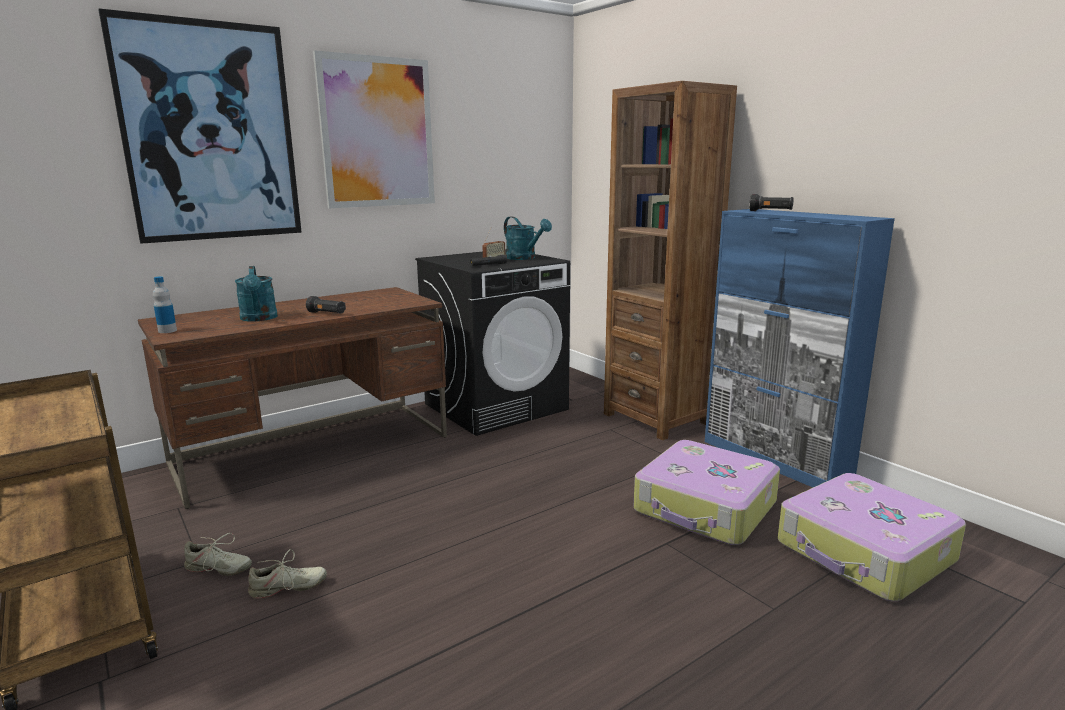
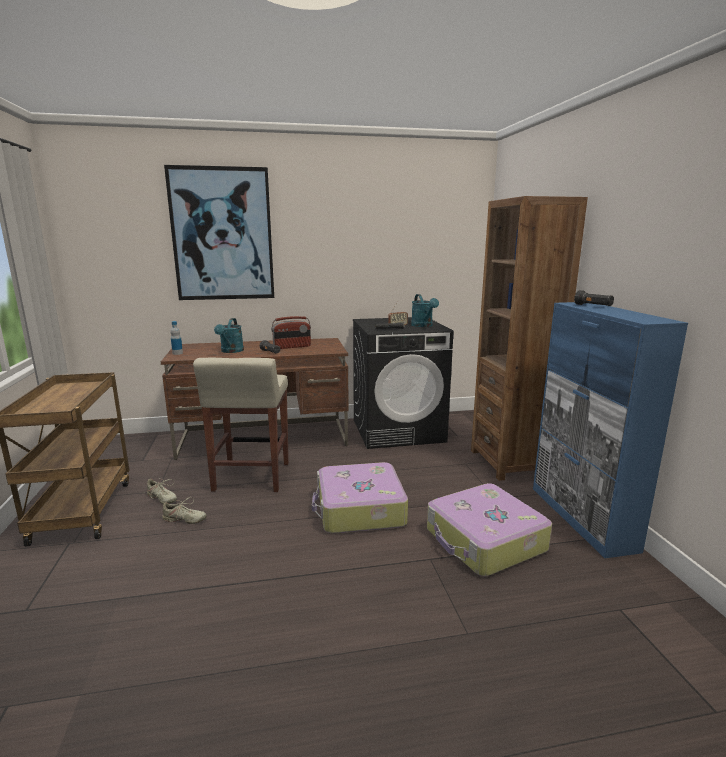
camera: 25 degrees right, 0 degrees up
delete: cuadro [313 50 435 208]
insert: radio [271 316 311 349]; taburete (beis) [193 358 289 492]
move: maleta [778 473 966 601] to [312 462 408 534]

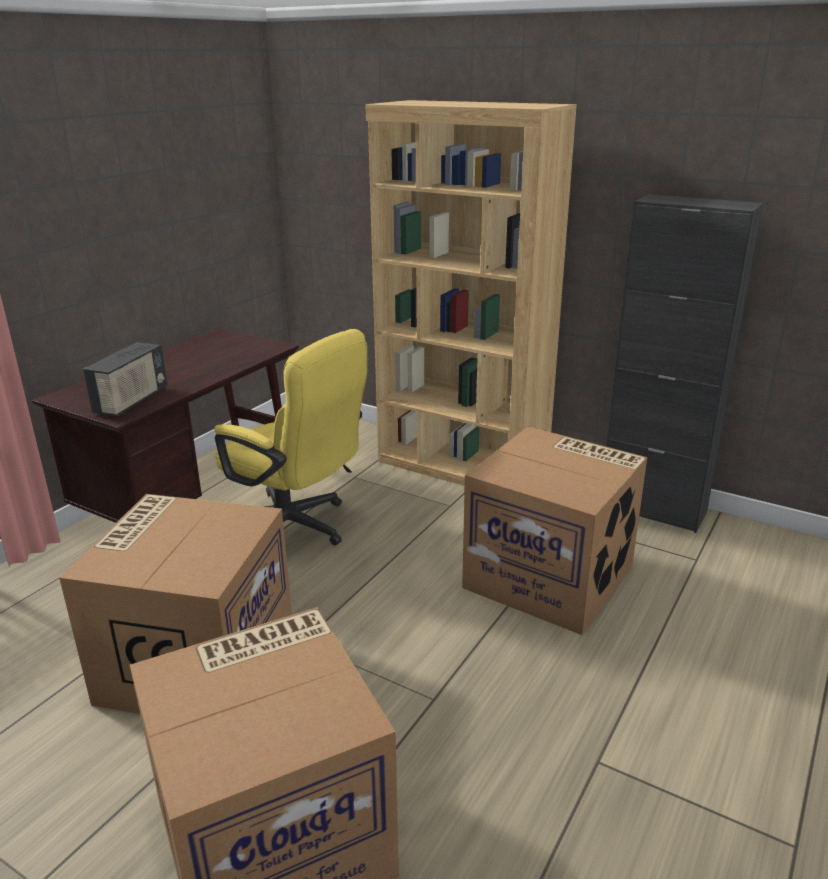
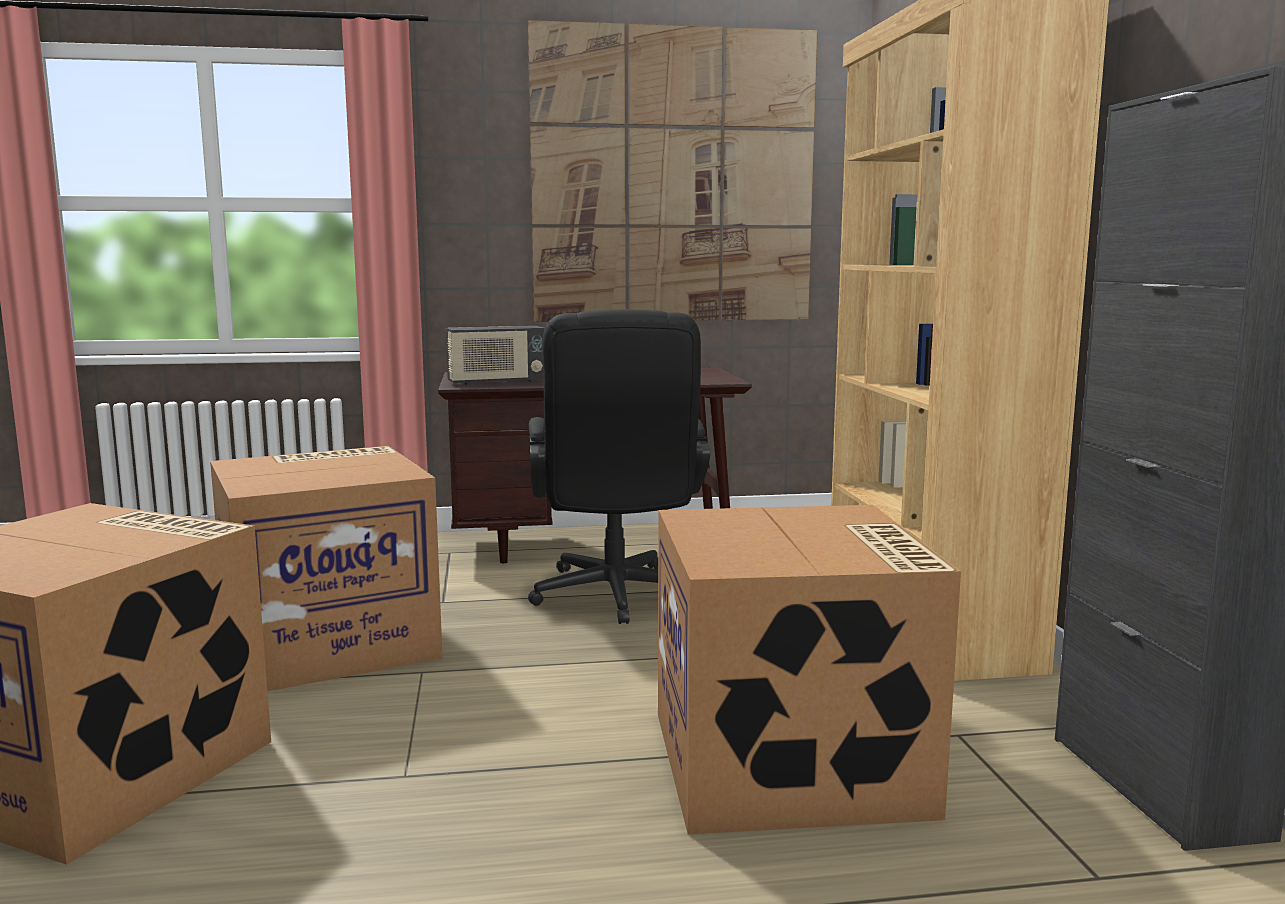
camera: 50 degrees right, 15 degrees down
insert: cuadro [528 20 818 322]
recolor: silla de oficina (amarillo) [215 329 367 545] to silla de oficina (negro) [528 309 710 624]

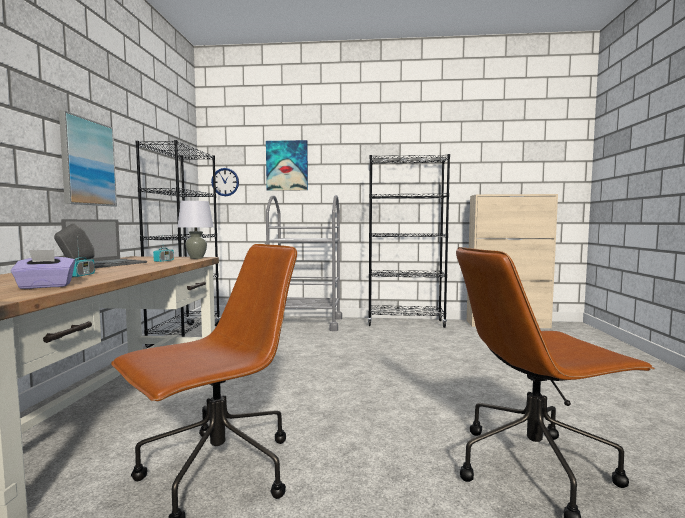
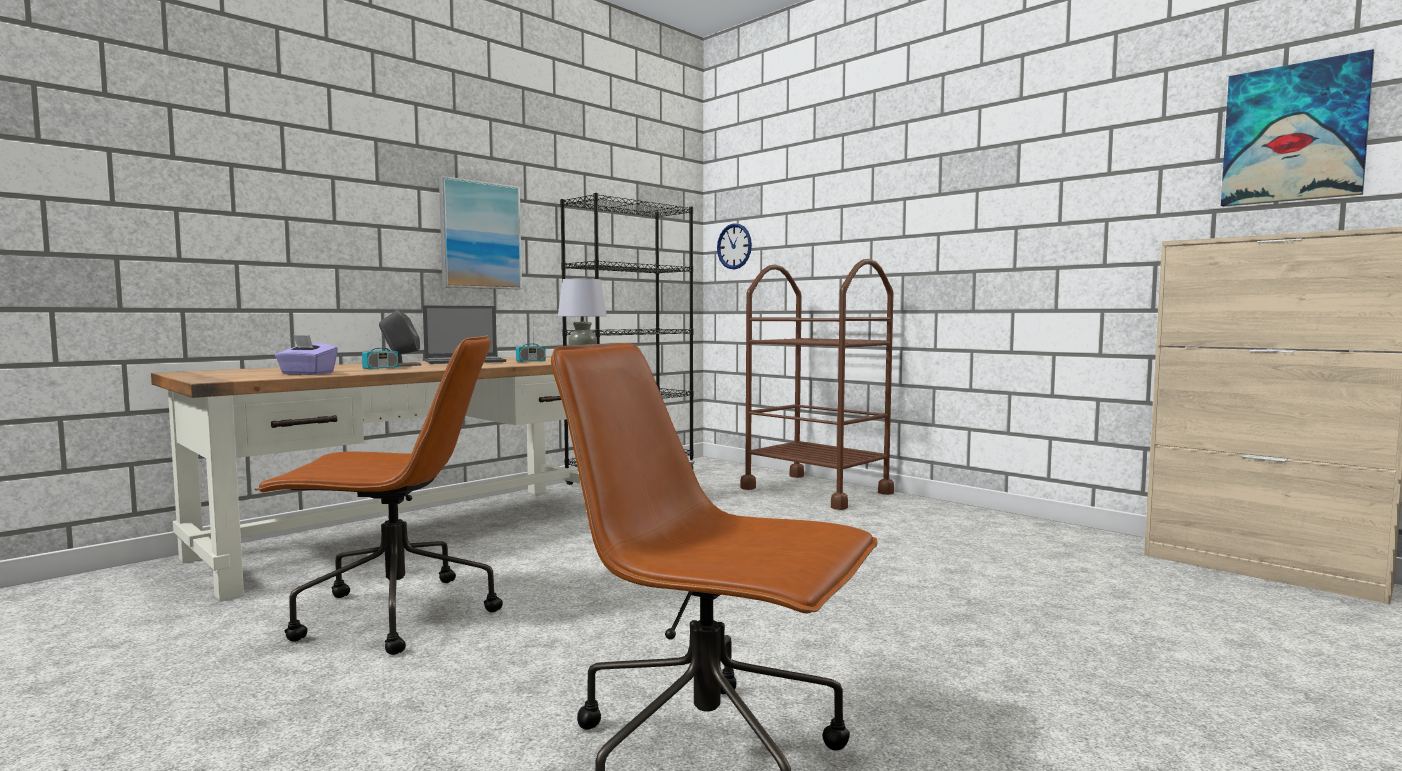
camera: 40 degrees right, 0 degrees up
delete: estantería (negro) [368 154 450 328]
move: cuadro [266 140 308 191] to [1221 49 1374 207]
recolor: carrito (gris) [266 195 342 331] to carrito (marrón) [740 259 894 510]

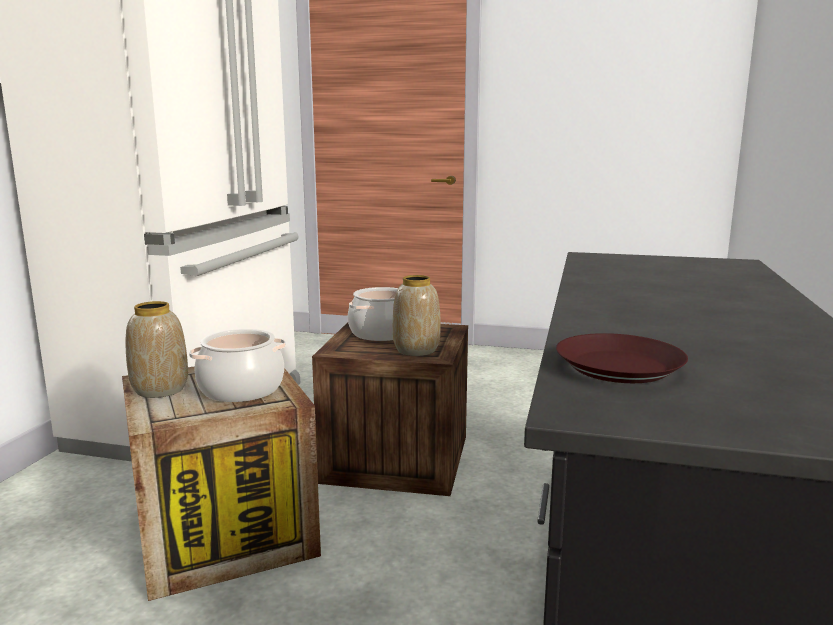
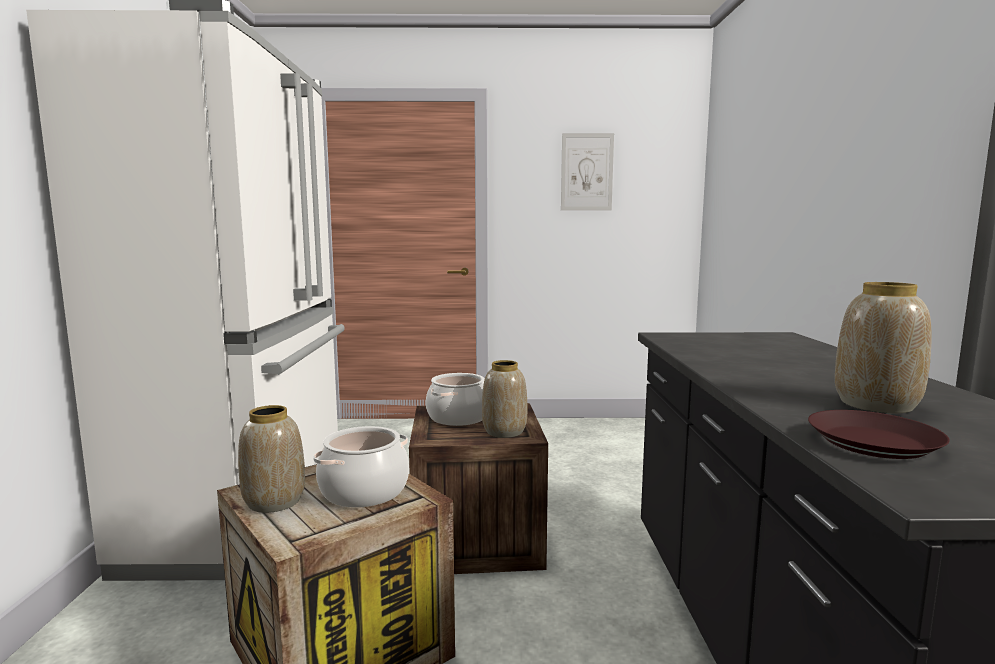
camera: 15 degrees left, 5 degrees down
insert: cuadro [561 133 614 211]; florero [835 282 932 414]

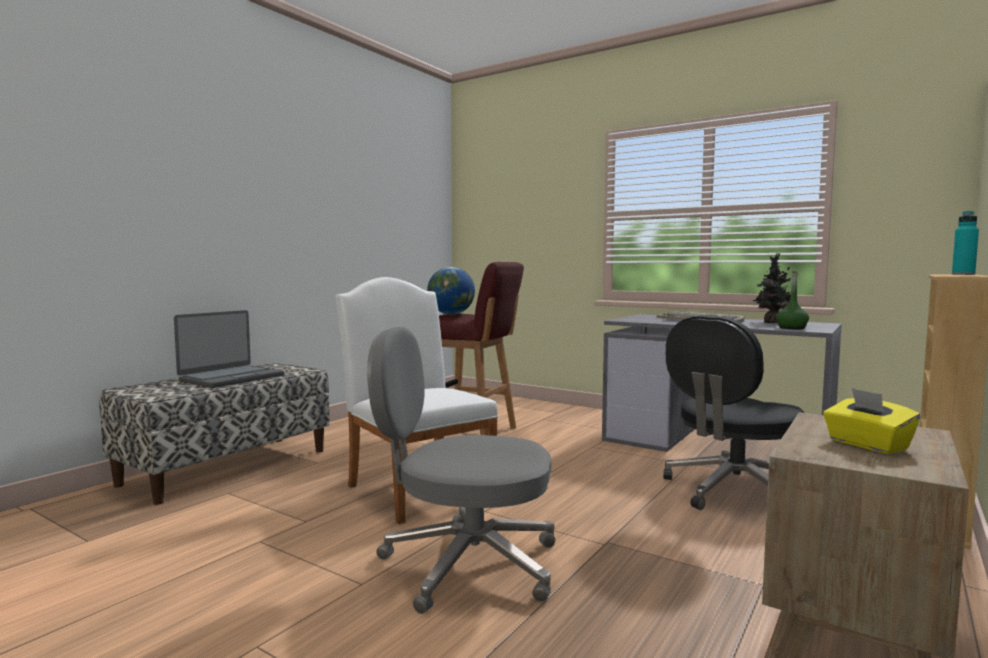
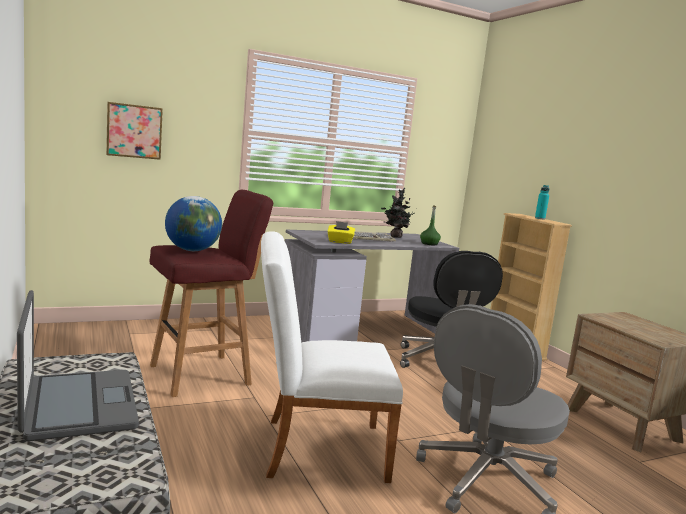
camera: 60 degrees left, 5 degrees up
insert: cuadro [106 102 163 160]
move: caja de pañuelos (amarillo) [823 388 920 454] to [327 221 355 244]

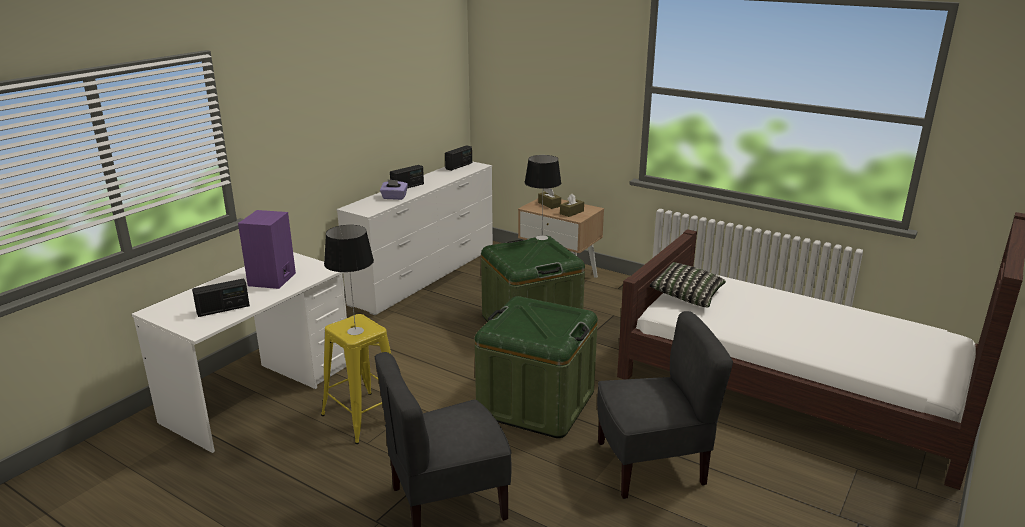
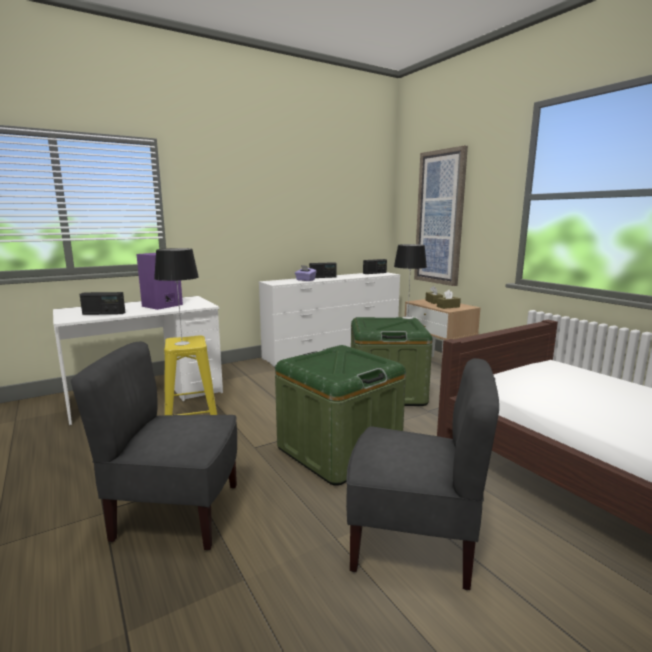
camera: 25 degrees right, 10 degrees down
delete: cojín [650 262 726 307]
insert: cuadro [414 145 468 286]

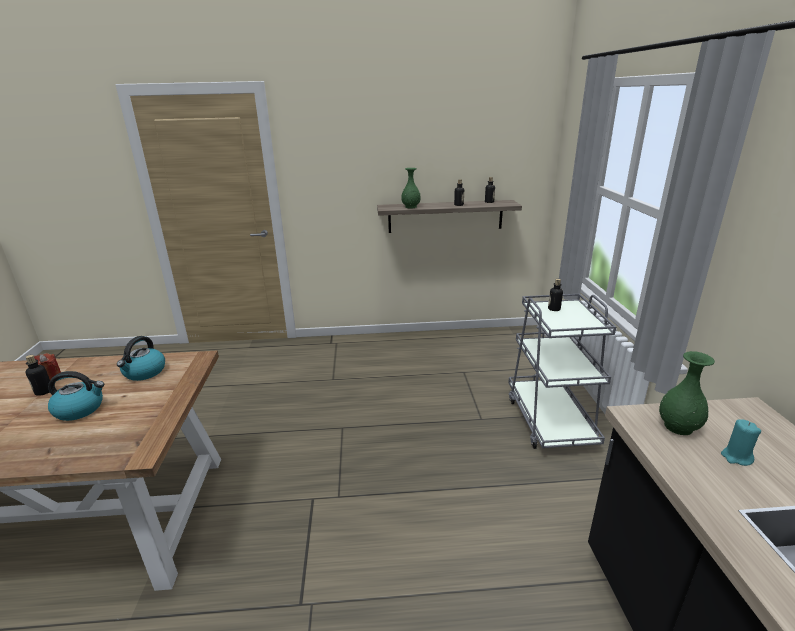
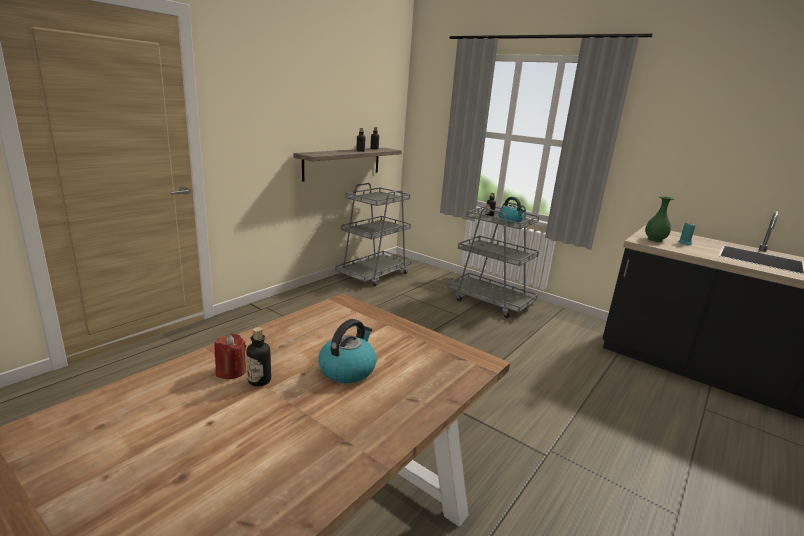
camera: 50 degrees left, 5 degrees down
delete: florero (verde) [401 168 421 208]
insert: carrito (gris) [335 183 412 287]
move: hervidor [117 336 165 381] to [498 197 525 223]

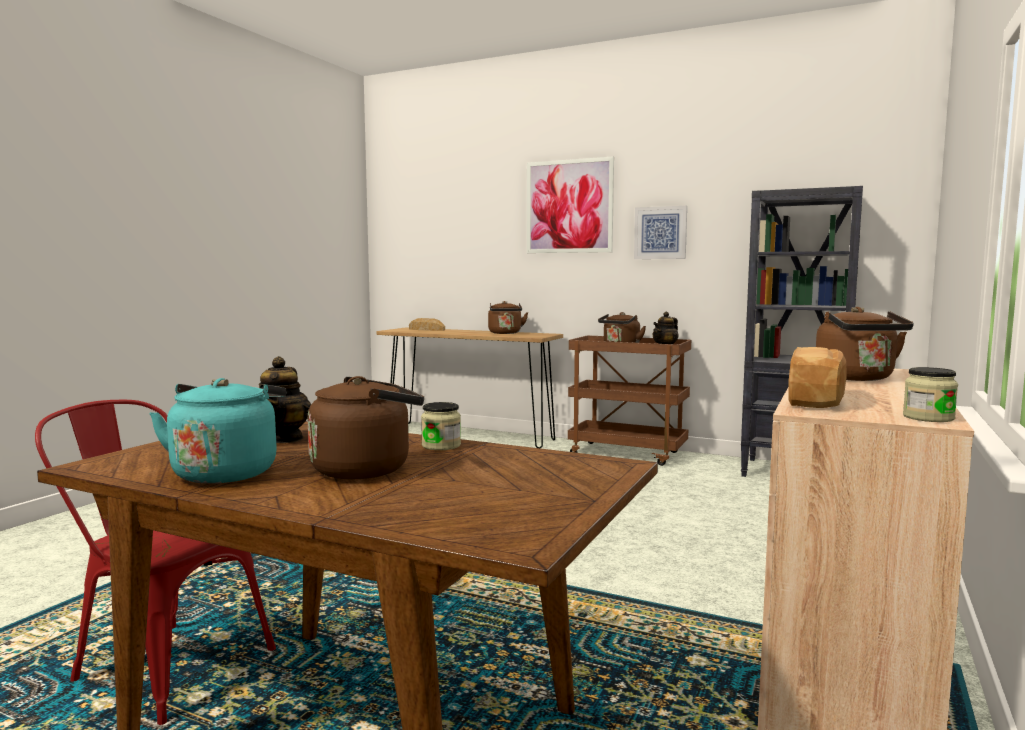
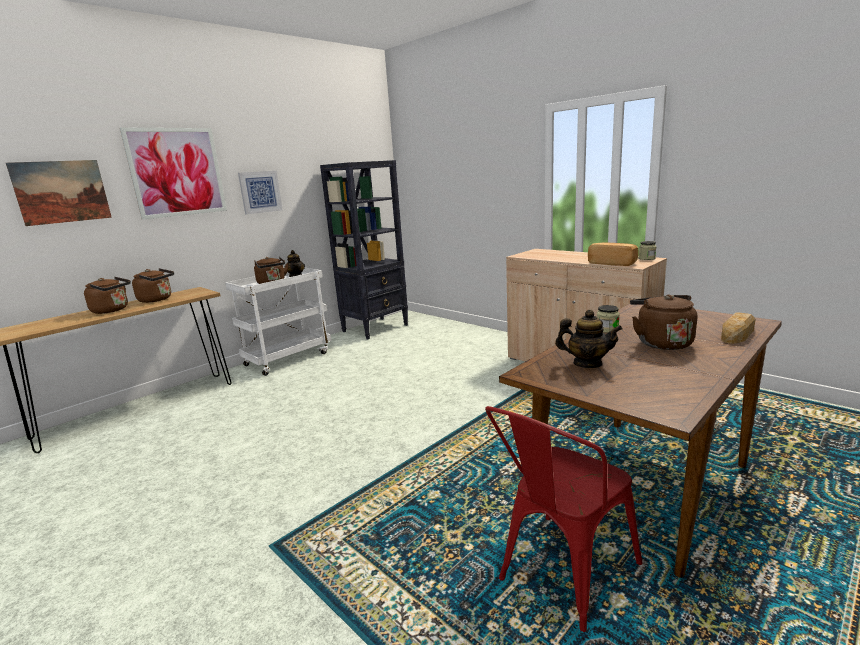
camera: 70 degrees left, 10 degrees up
delete: hervidor (turquesa) [149 378 286 484]
insert: cuadro [6 160 112 226]
move: hervidor (marrón) [816 307 913 381] to [84 277 131 314]; pan [409 318 445 331] to [721 312 755 344]
recolor: carrito (marrón) [568 335 691 466] to carrito (blanco) [225 268 331 376]

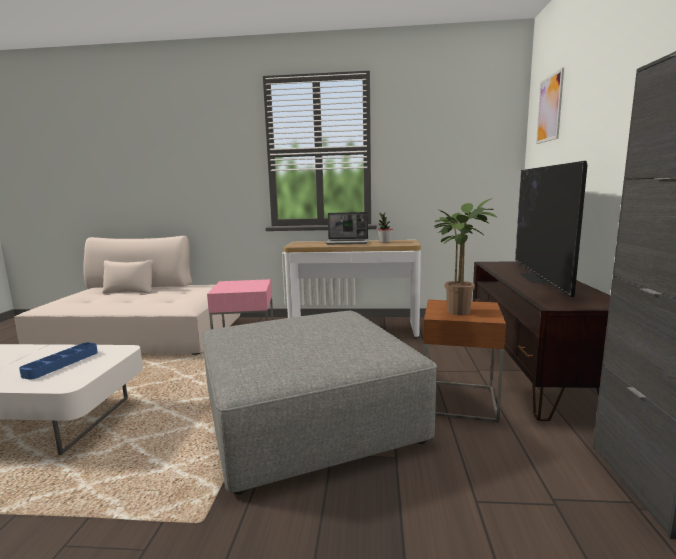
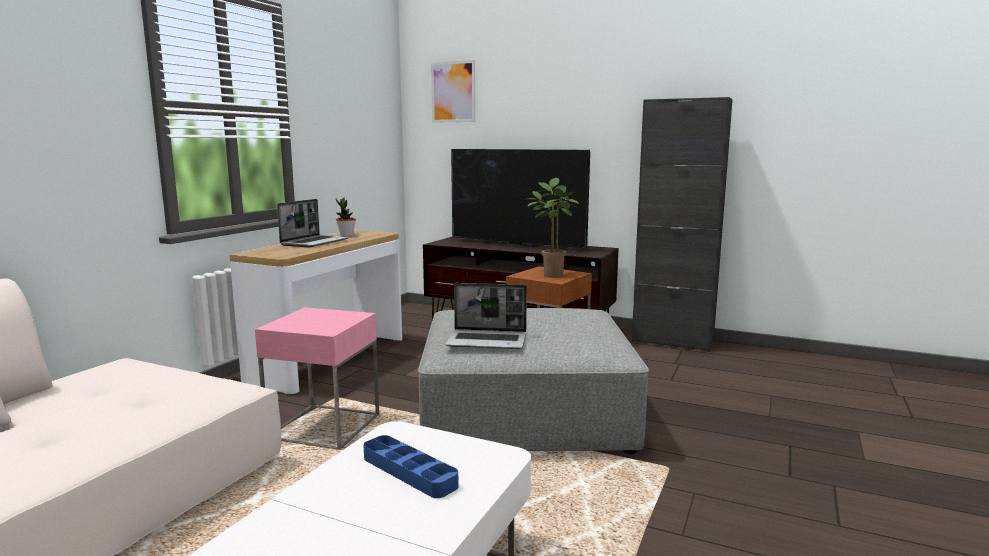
camera: 70 degrees left, 0 degrees up
insert: portátil [445 283 527 349]

